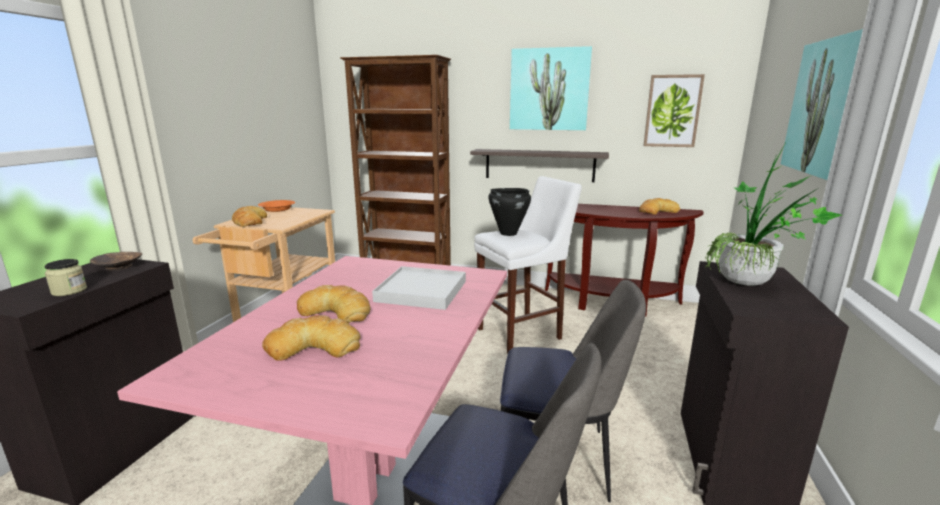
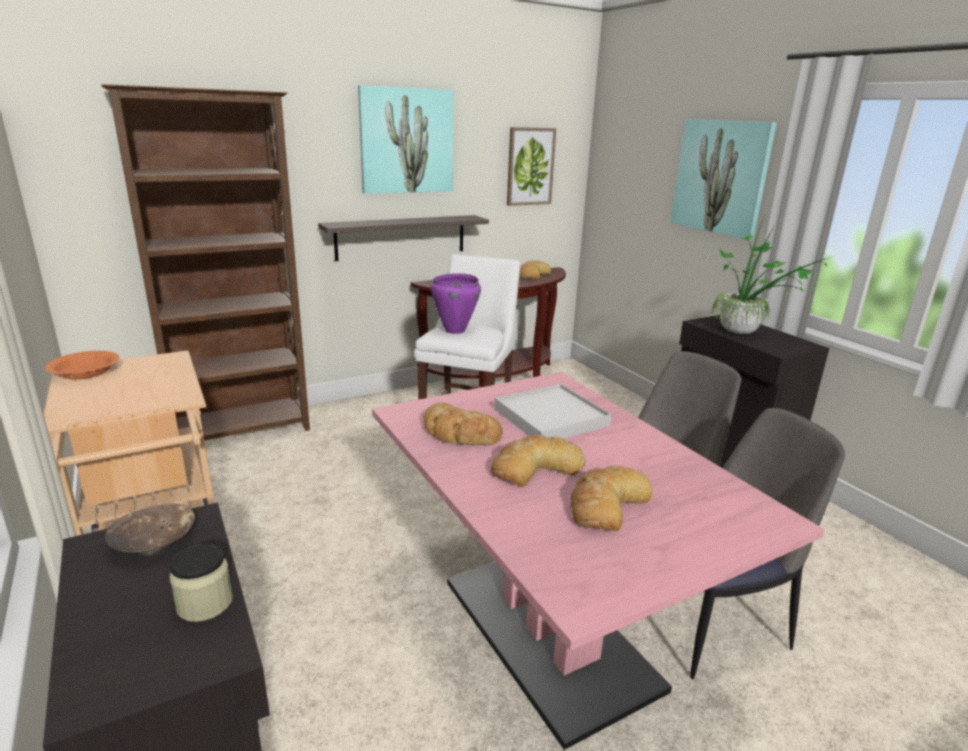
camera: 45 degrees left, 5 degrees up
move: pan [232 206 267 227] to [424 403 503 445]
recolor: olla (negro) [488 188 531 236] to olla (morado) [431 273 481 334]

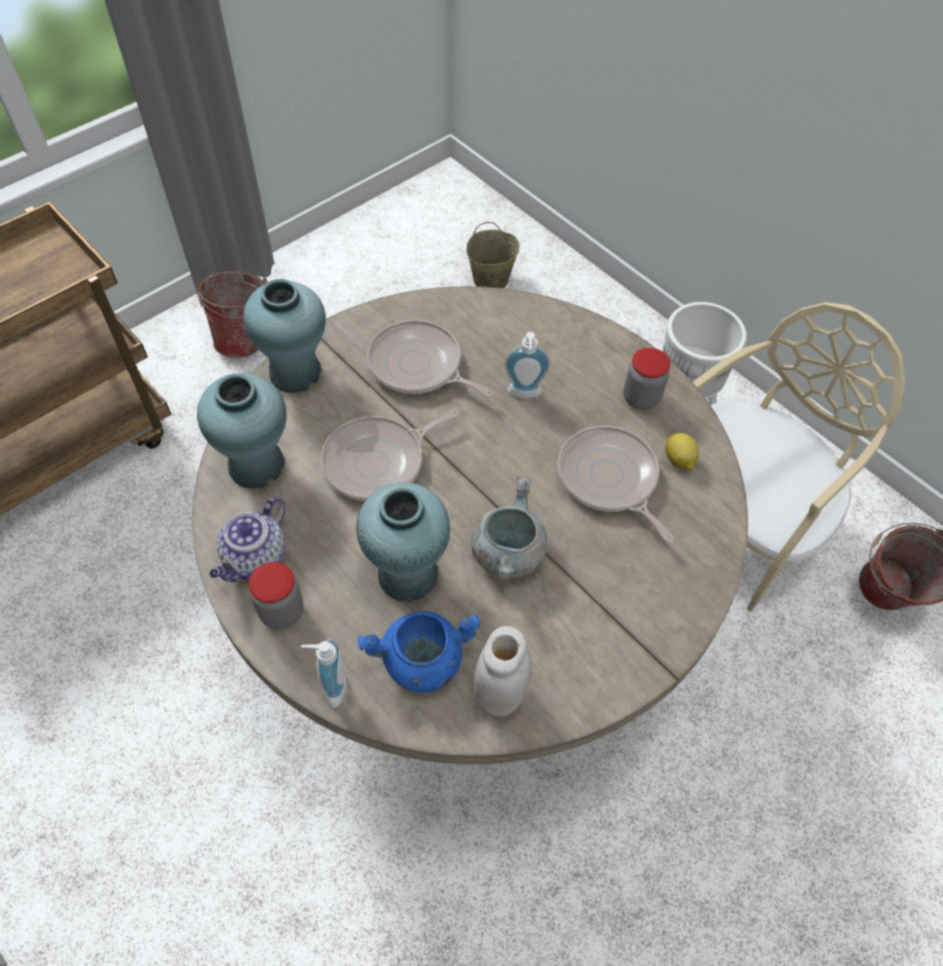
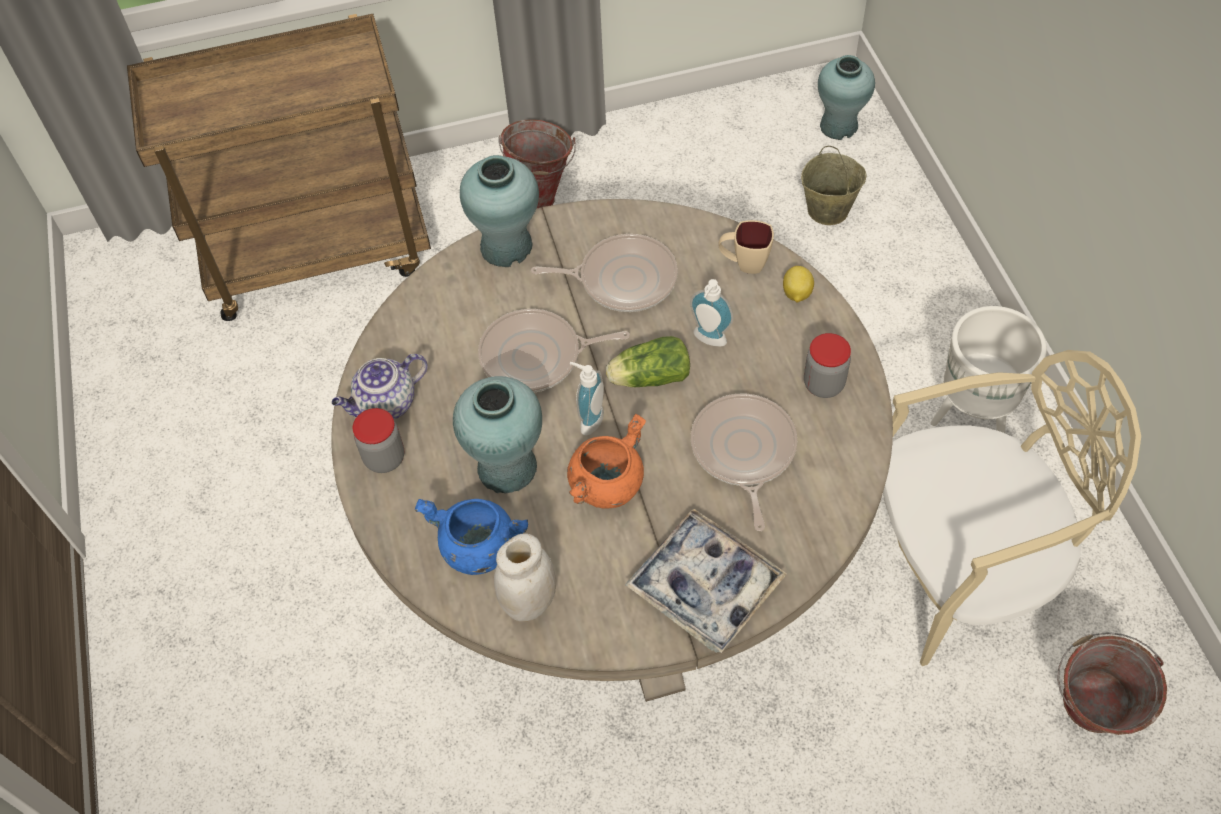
camera: 30 degrees right, 0 degrees up
insert: taza grande (beis) [718 220 774 274]; lechuga [606 336 690 387]; bandeja [625 509 787 653]
move: florero (turquesa) [197 373 287 488] to [818 55 875 140]; limón [665 433 699 470] to [783 266 814 303]; dispensador de jabón [301 638 347 708] to [570 362 604 435]
recolor: olla (gris) [471 477 547 581] to olla (naranja) [567 414 646 509]
rotate: sartén [367 320 494 397] = [531 234 678 312] 120 degrees clockwise

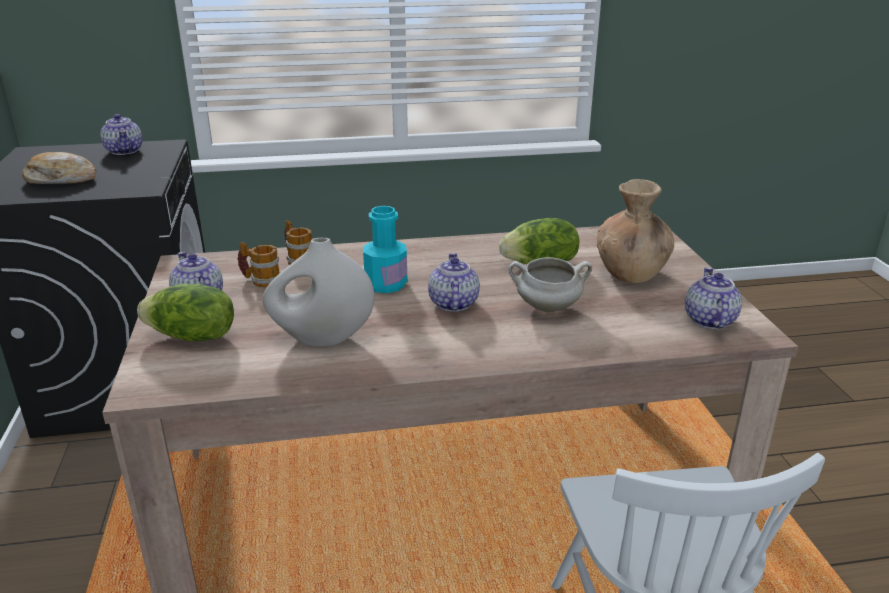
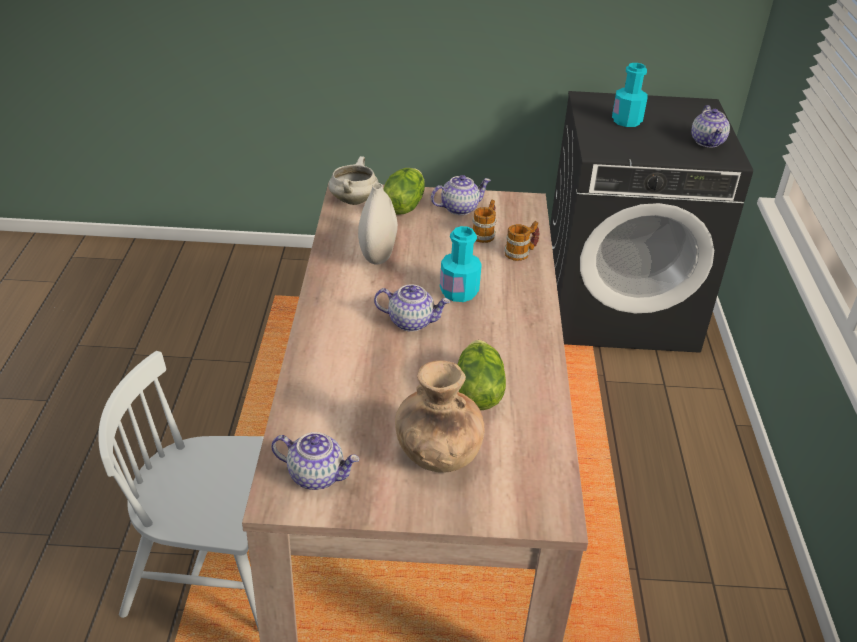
camera: 100 degrees right, 10 degrees up
move: olla (blanco) [509 257 592 312] to [328 156 379 205]
replace: pan [22 152 96 184] to botella (turquesa) [612 63 648 127]
rotate: tetera [101 114 142 155] = [691 105 730 147] 75 degrees counterclockwise

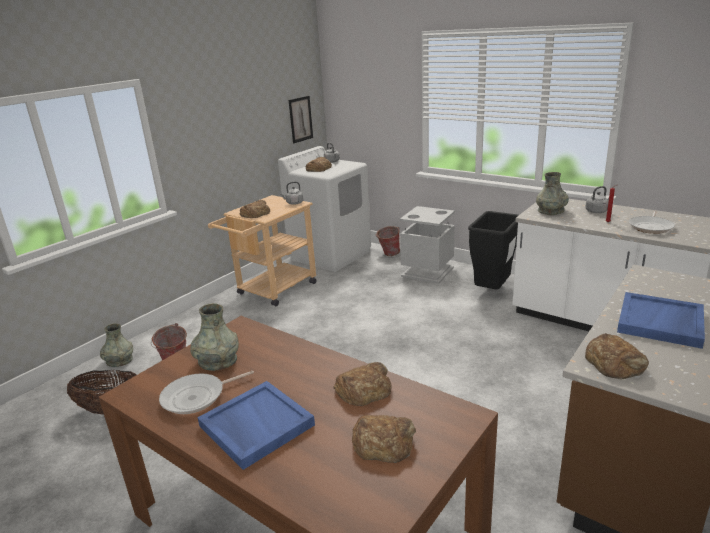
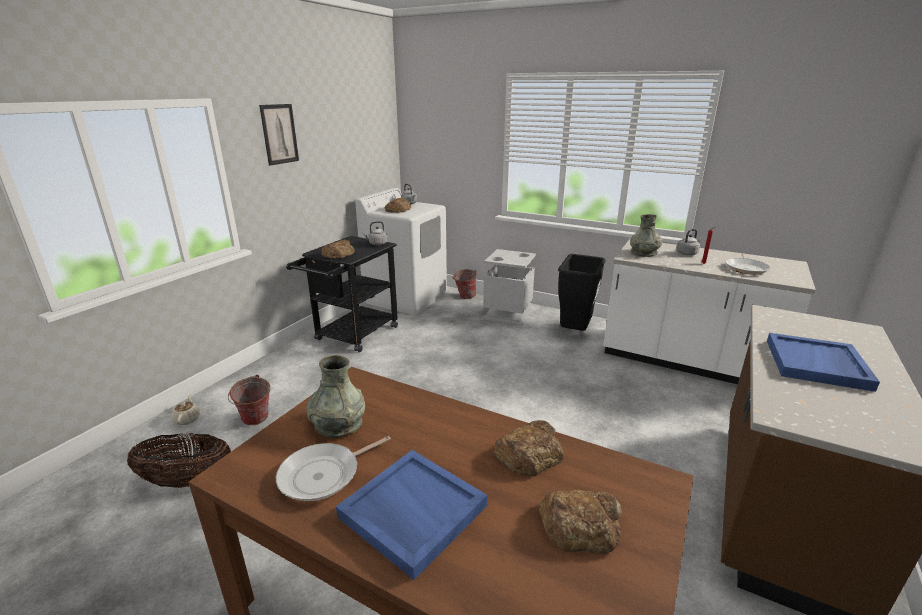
camera: 10 degrees left, 0 degrees up
delete: pan [585 333 649 380]
move: cuadro [289 96 313 143] to [259 104 299 165]
replace: florero (gris) [100 323 133 367] to tetera (beis) [171 394 200 425]
recolor: carrito (beis) [208 195 317 306] to carrito (negro) [286 236 398 352]

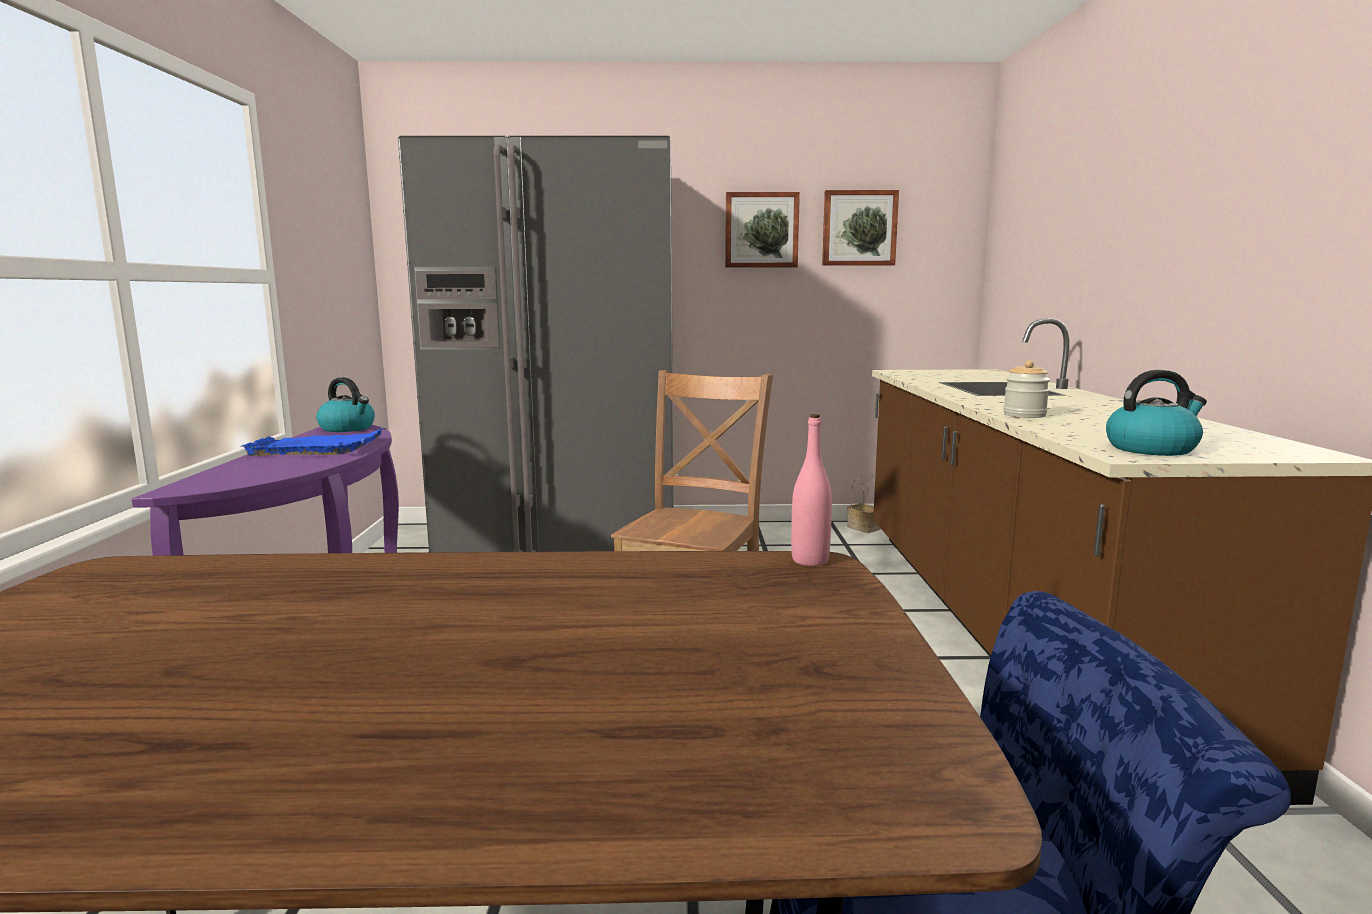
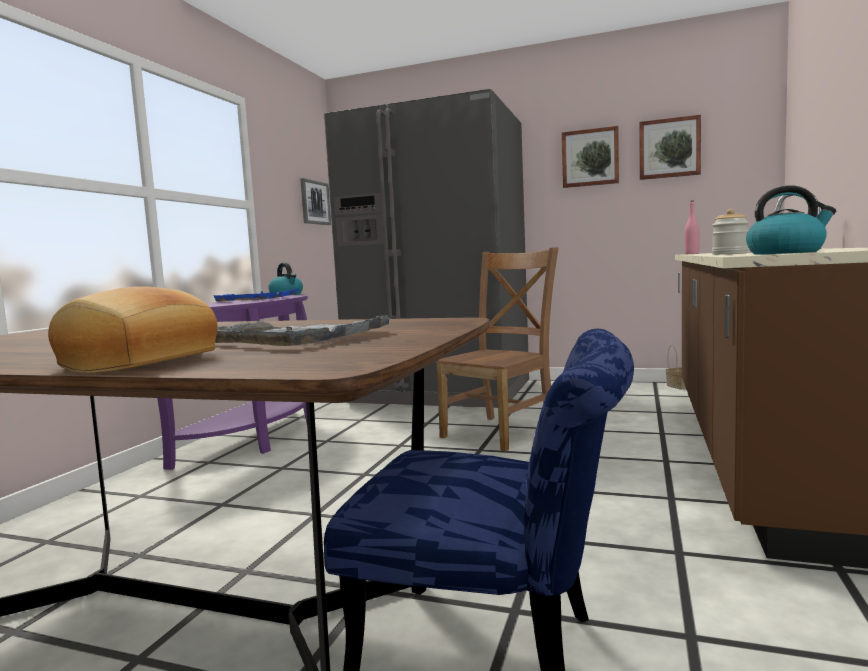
camera: 20 degrees right, 5 degrees down
insert: cuadro [300 178 331 225]; pan [48 286 217 373]; bandeja (gris) [215 315 396 346]
move: botella (rosa) [791 414 832 566] to [684 201 700 254]

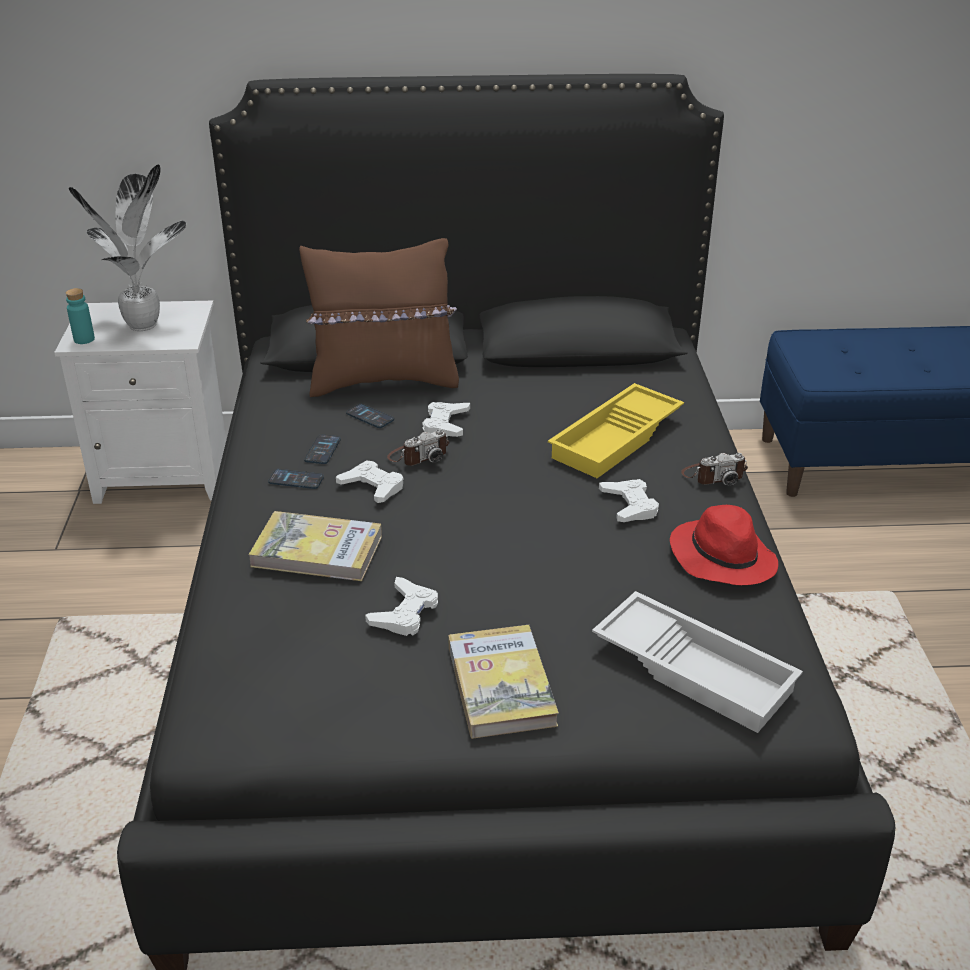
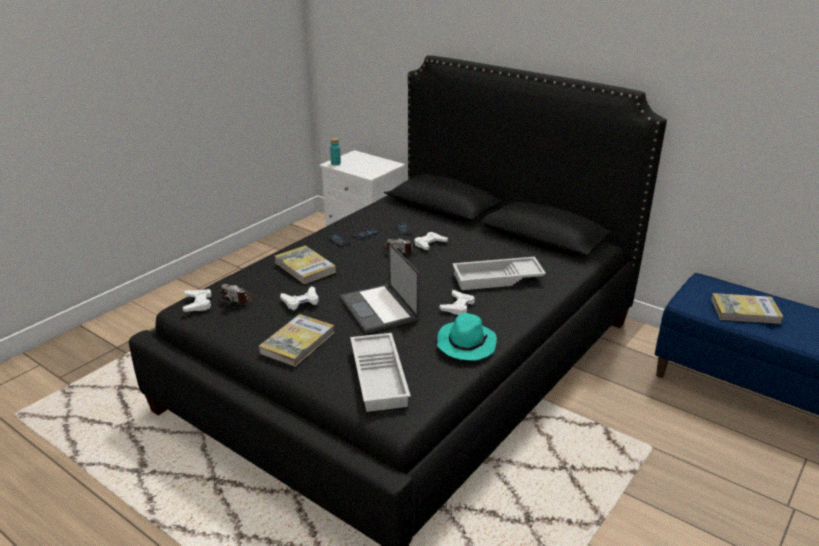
camera: 40 degrees right, 5 degrees down
delete: planta en maceta [69 165 186 331]; cojín (marrón) [299 238 459 397]
insert: portátil [340 241 420 333]; libro [711 293 783 324]
move: cámara [681 453 748 486] to [220 284 254 304]; mando de consola (blanco) [336 460 404 503] to [182 289 211 312]
recolor: bandeja (amarillo) [548 383 684 478] to bandeja (blanco) [452 257 546 290]; sombrero (rojo) [670 505 778 585] to sombrero (turquesa) [437 313 497 361]

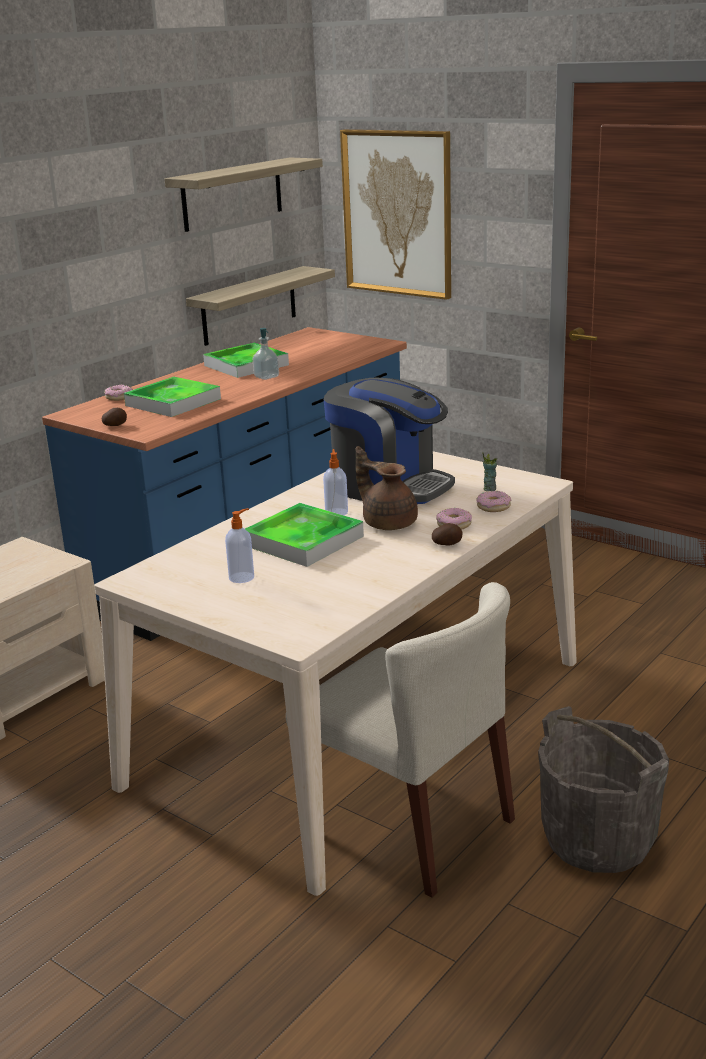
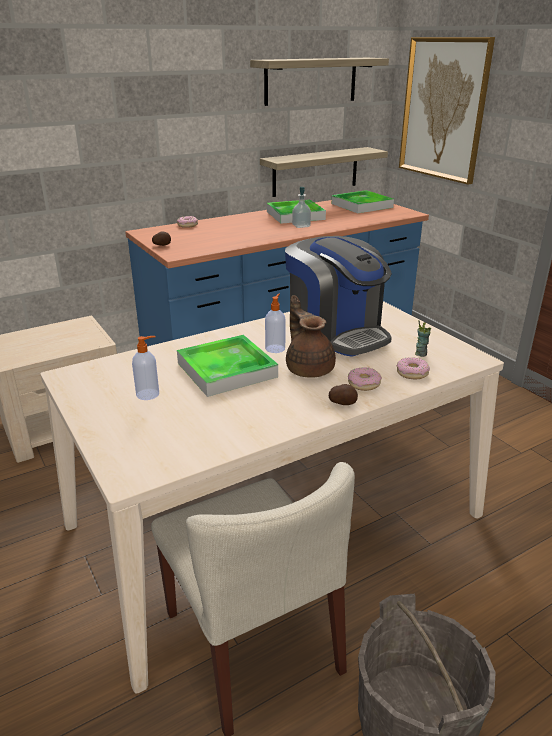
camera: 20 degrees right, 5 degrees up
move: bandeja [124 377 221 417] to [332 190 394 213]

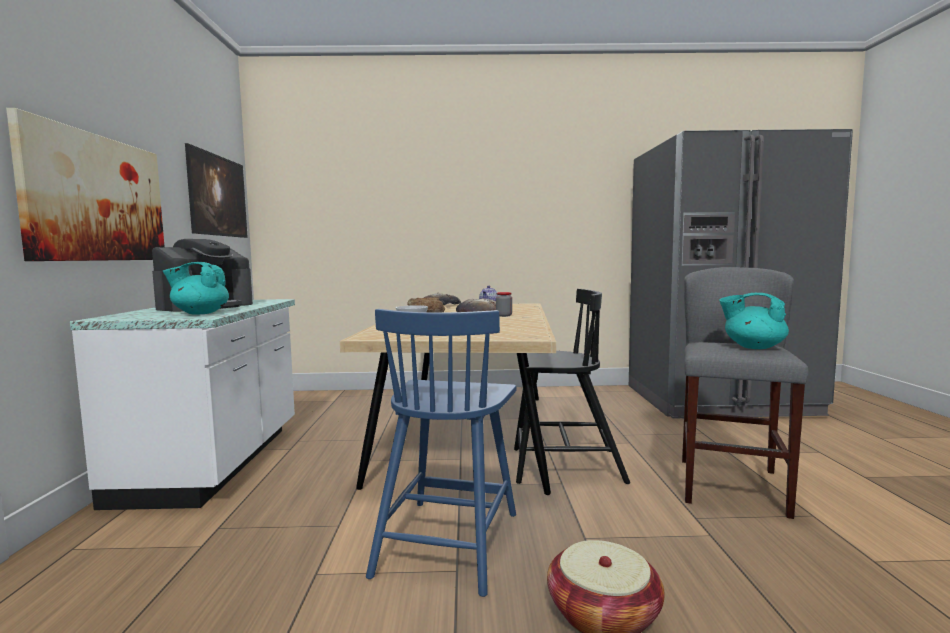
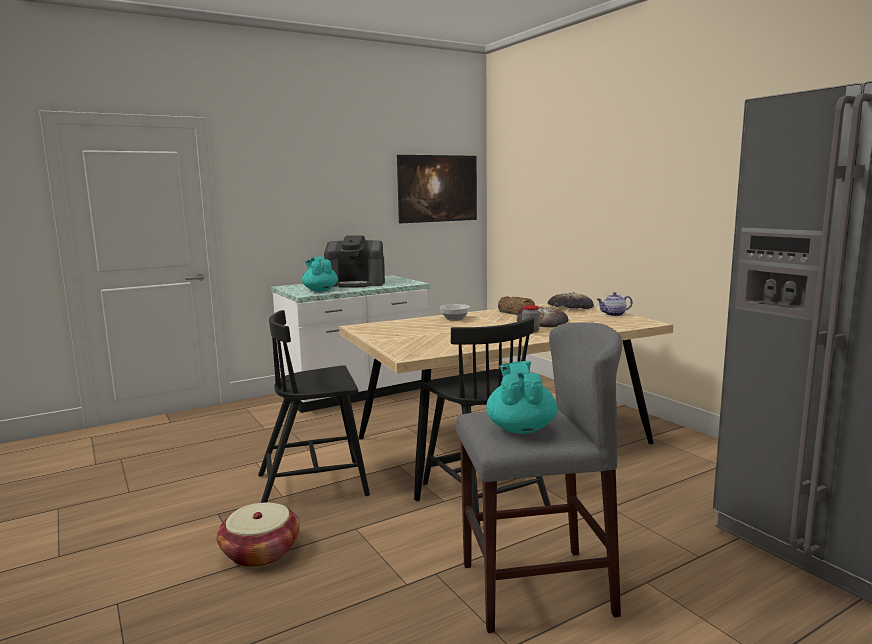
camera: 60 degrees right, 5 degrees up
delete: cuadro [6 108 165 261]
recolor: silla (azul) [366 309 516 597] to silla (negro) [258 310 370 503]

